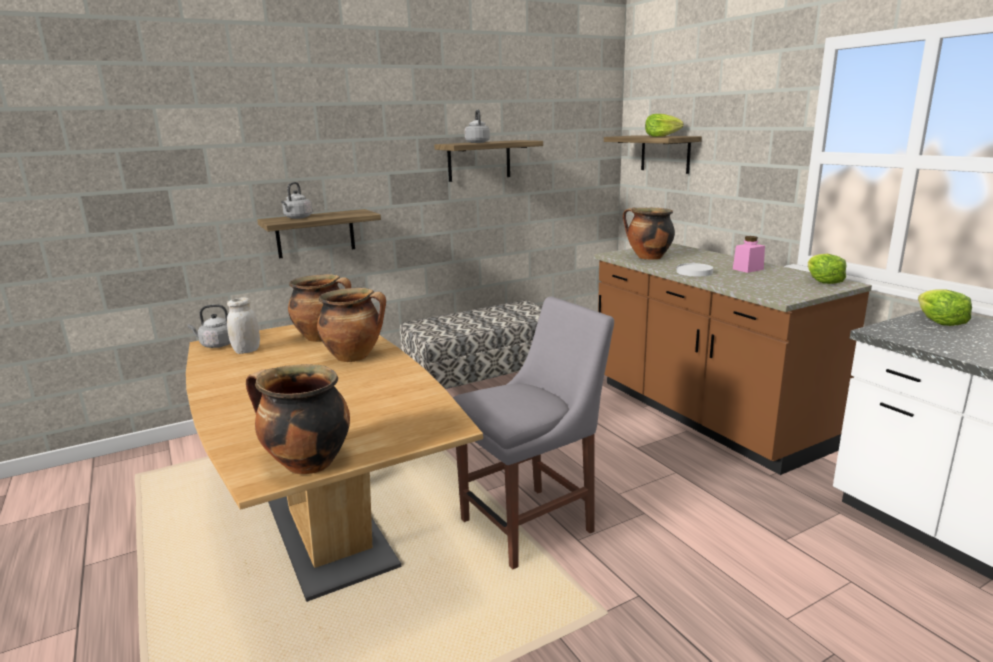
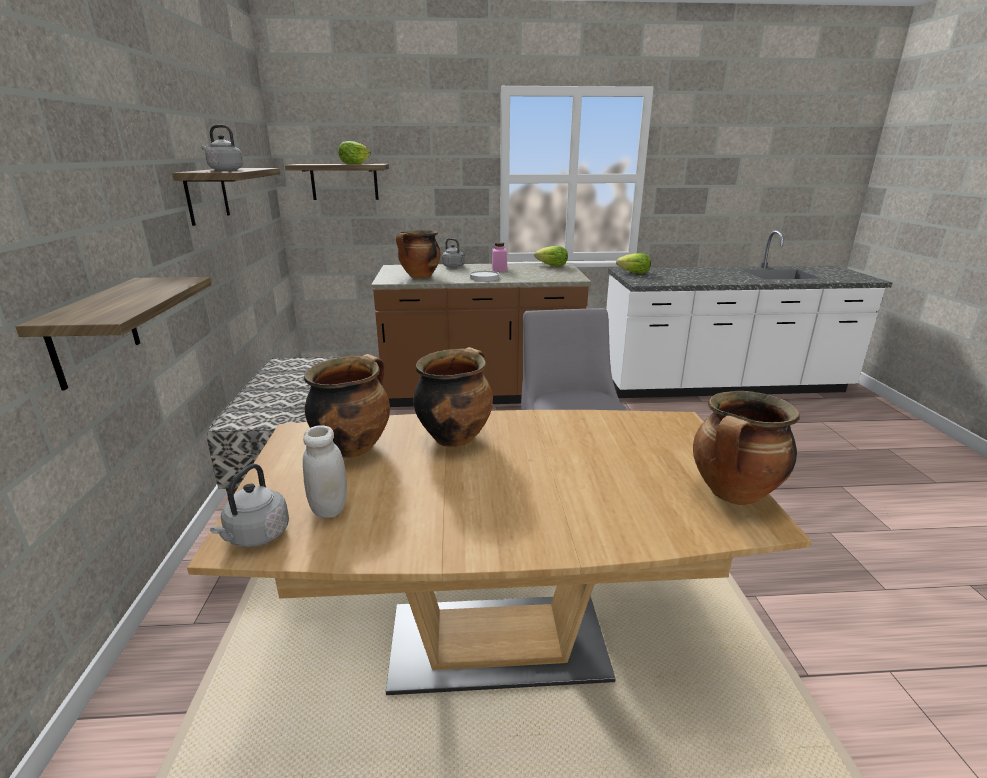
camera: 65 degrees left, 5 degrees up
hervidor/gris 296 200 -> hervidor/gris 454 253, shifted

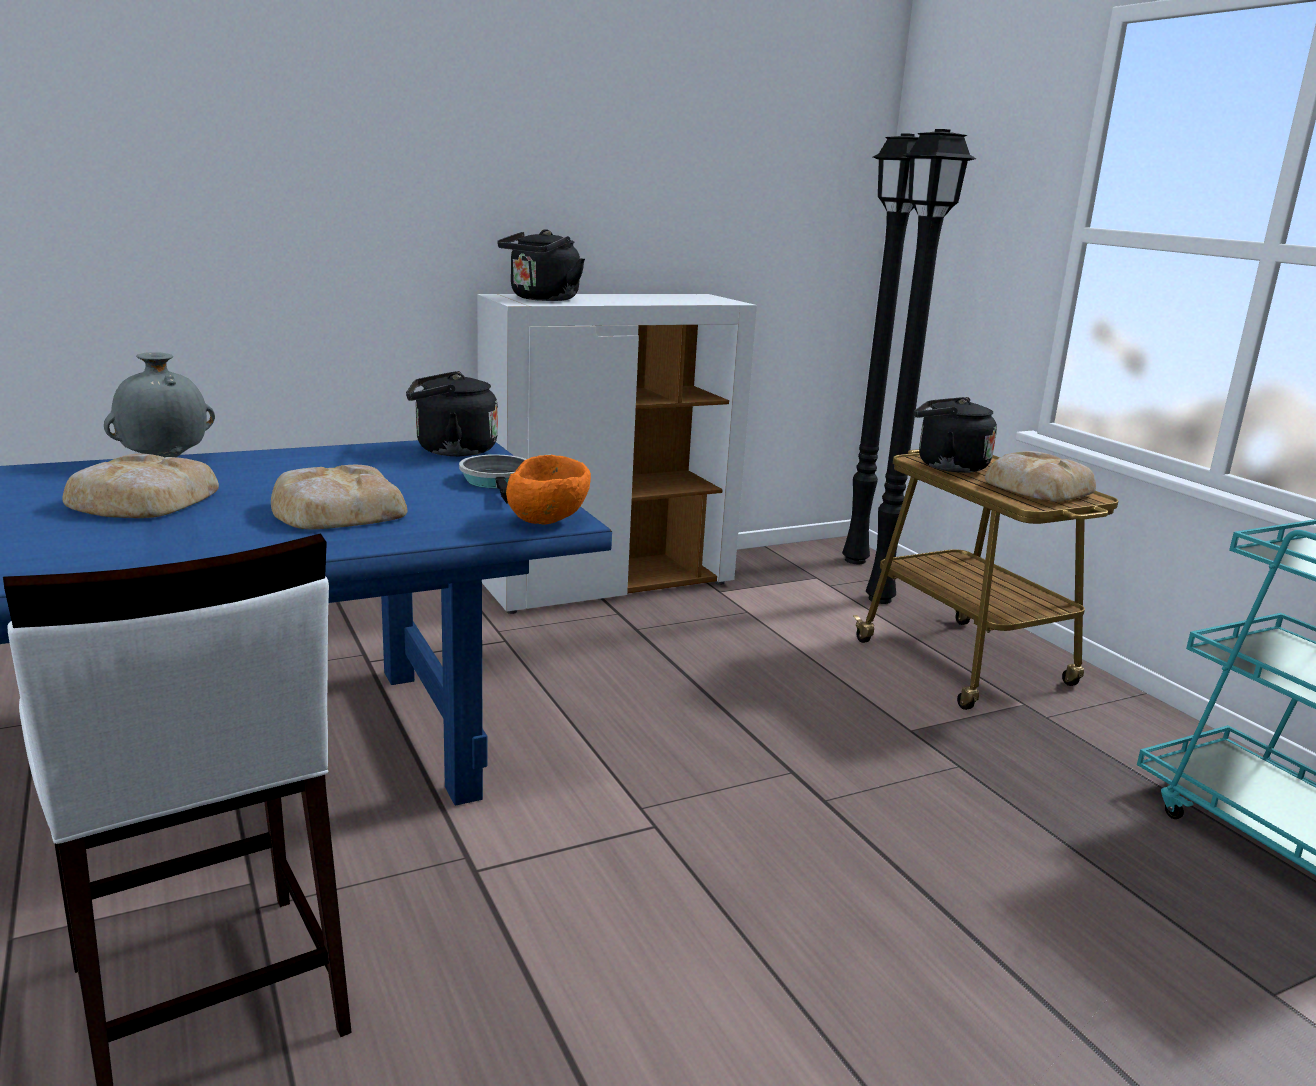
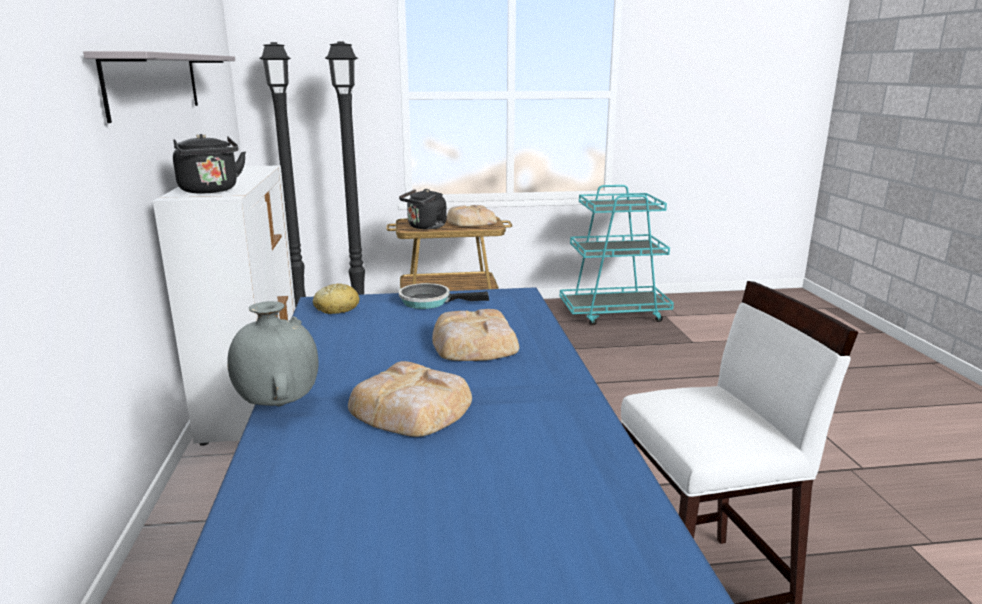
camera: 70 degrees left, 0 degrees up
hervidor/negro 452 413 -> pan 336 298
cuenco/naranja 548 489 -> none
none -> estante/gris 159 87

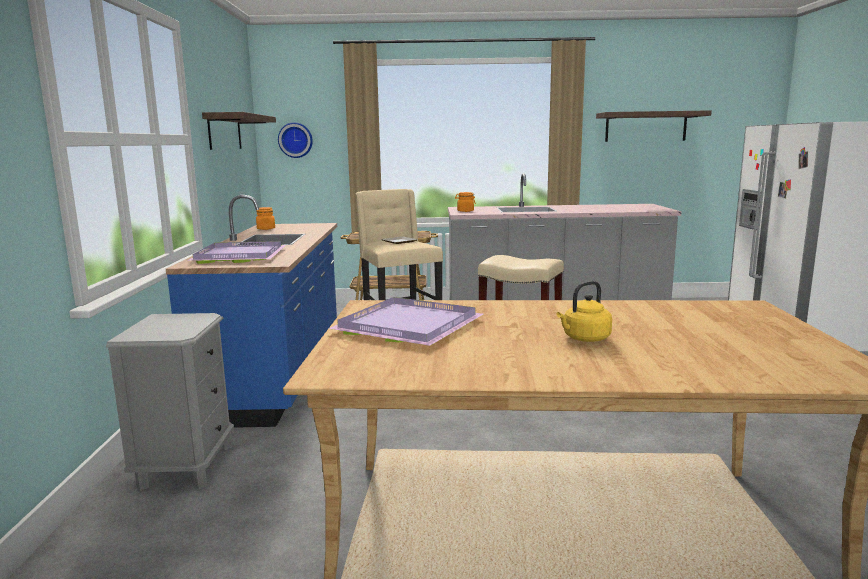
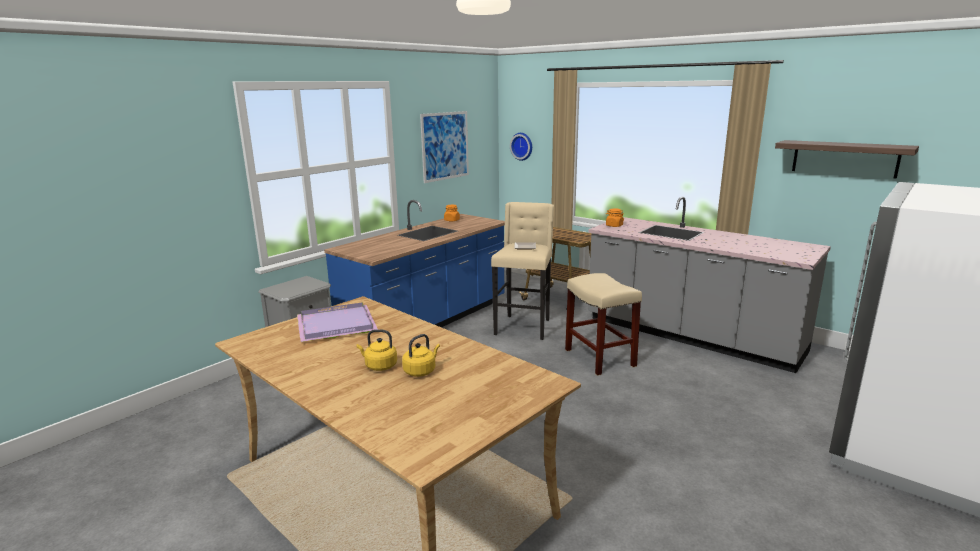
camera: 40 degrees right, 5 degrees up
bandeja/morado 237 252 -> none
estante 239 131 -> cuadro 444 147
none -> hervidor/amarillo 421 355

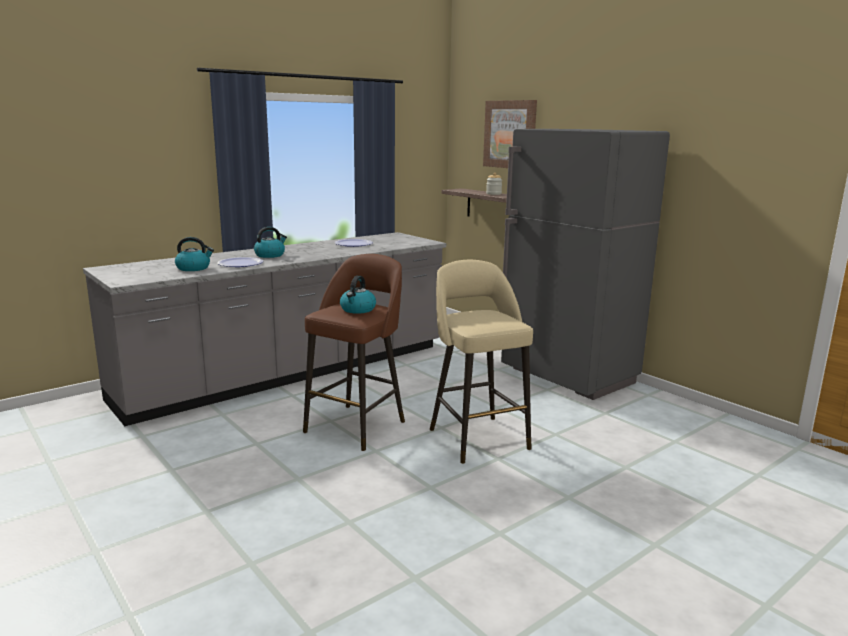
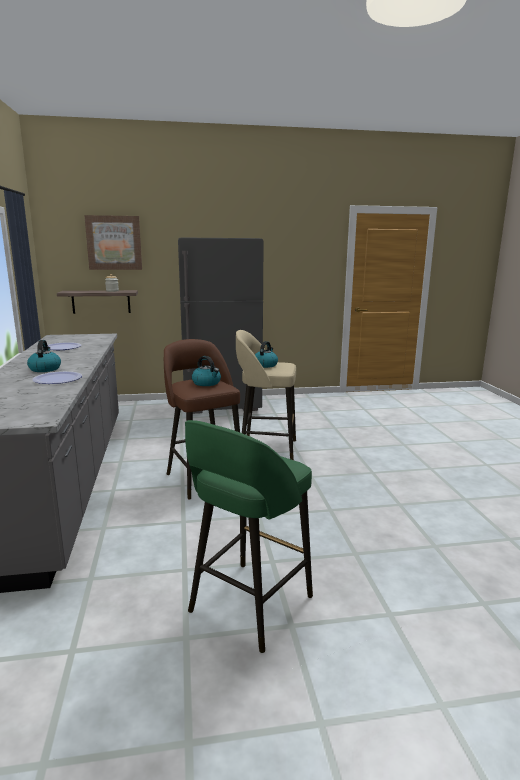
camera: 60 degrees left, 0 degrees up
hervidor 194 254 -> hervidor 266 354, shifted
none -> taburete/verde 249 536

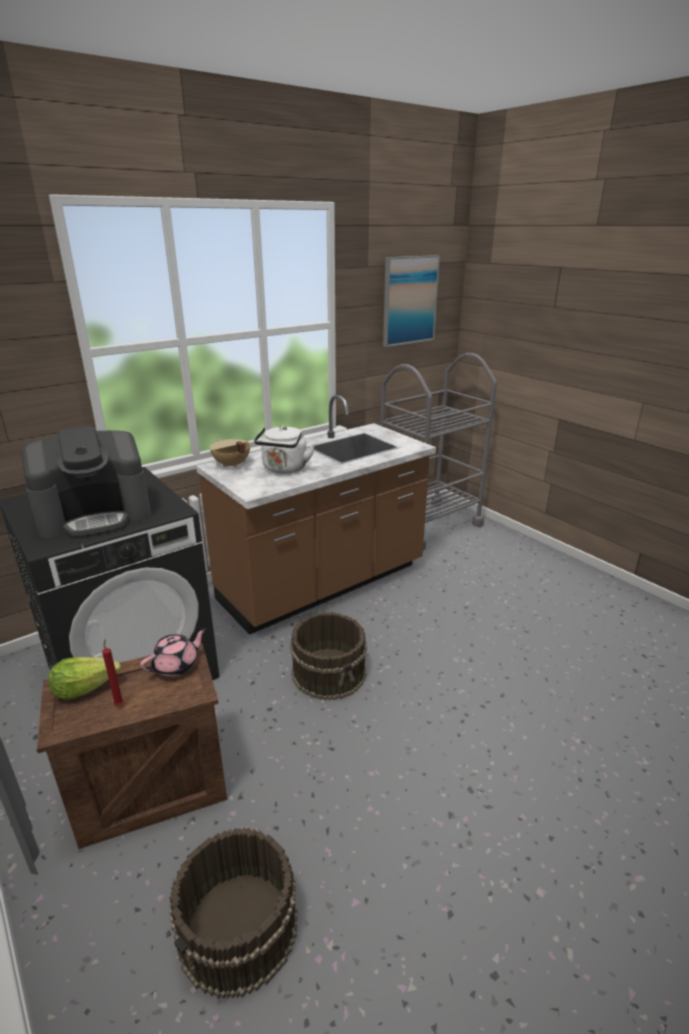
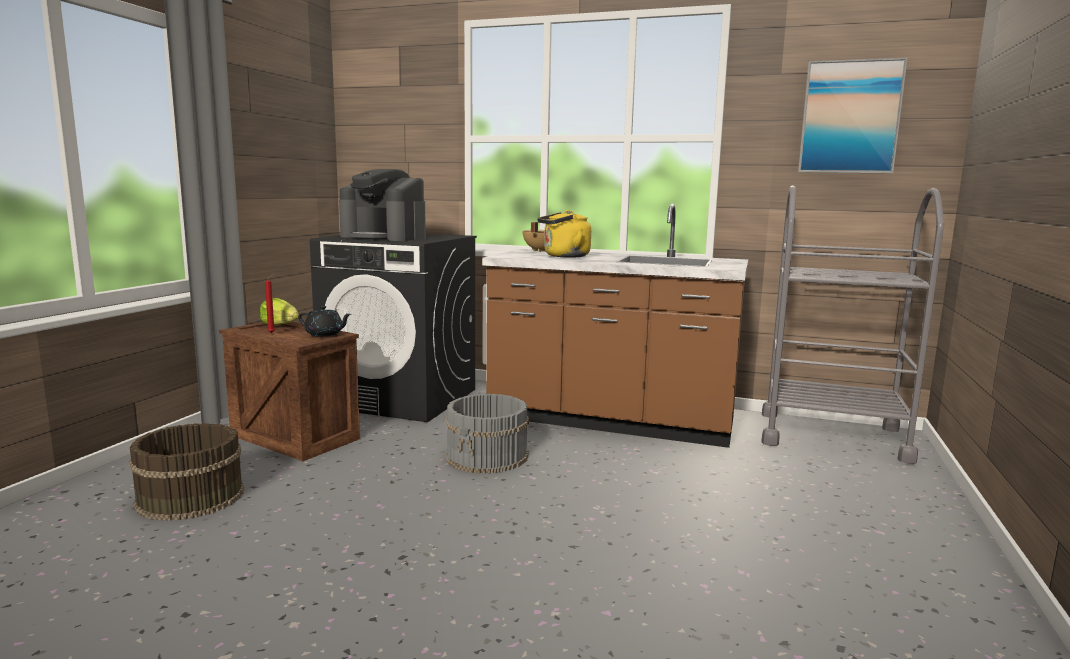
camera: 55 degrees right, 15 degrees down
tetera/rosa 173 652 -> tetera/negro 324 321
hervidor/blanco 284 450 -> hervidor/amarillo 564 234
cubo/marrón 328 656 -> cubo/gris 487 434

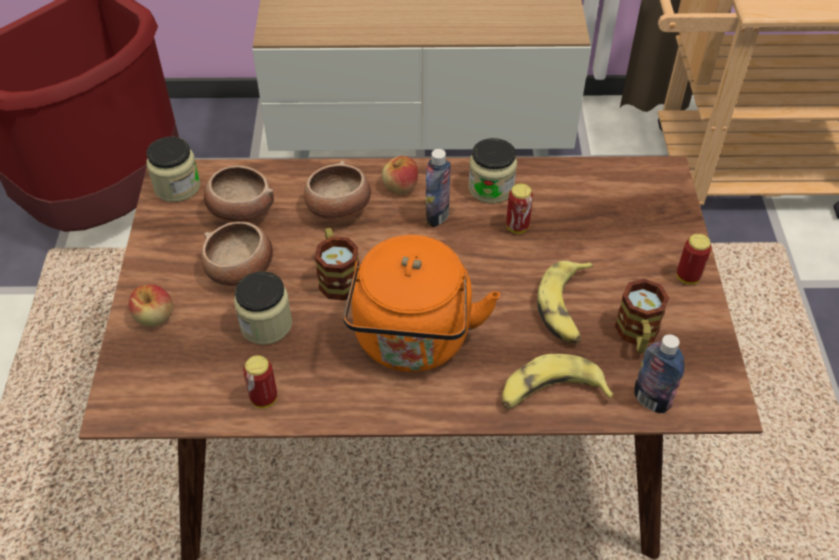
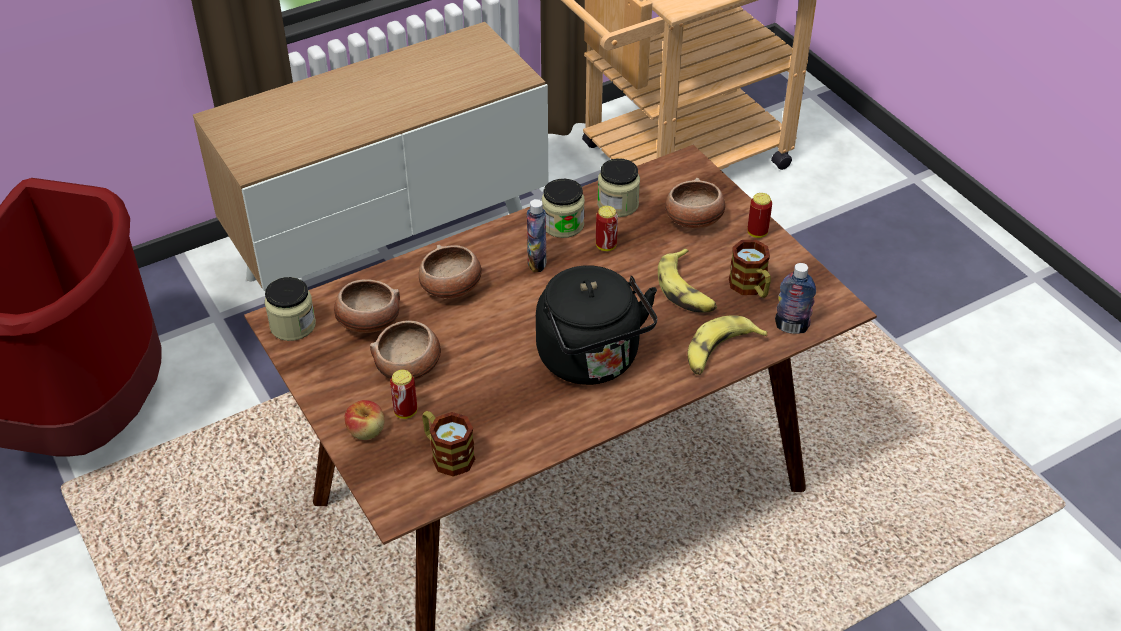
camera: 30 degrees left, 5 degrees down
tarro 263 307 -> tarro 618 187, shifted
lata 260 381 -> lata 403 394, shifted
taza grande 337 264 -> taza grande 448 444, shifted
hervidor/naranja 421 303 -> hervidor/negro 596 325
manzana 400 175 -> none
none -> cuenco 695 203

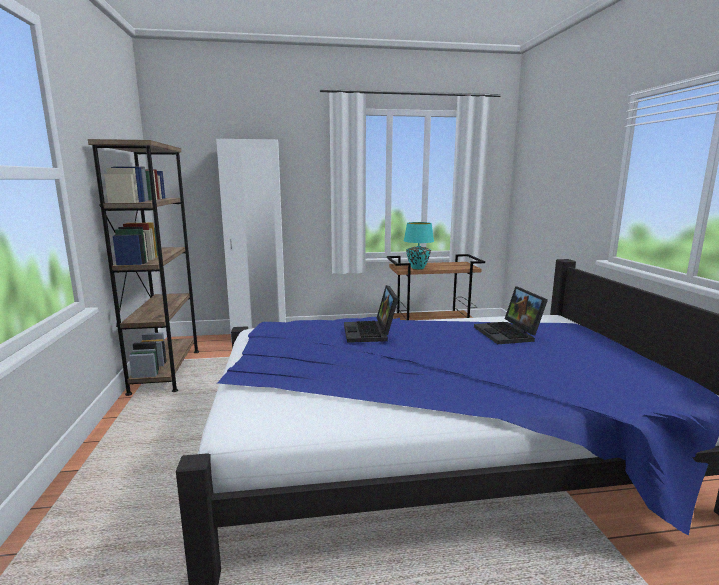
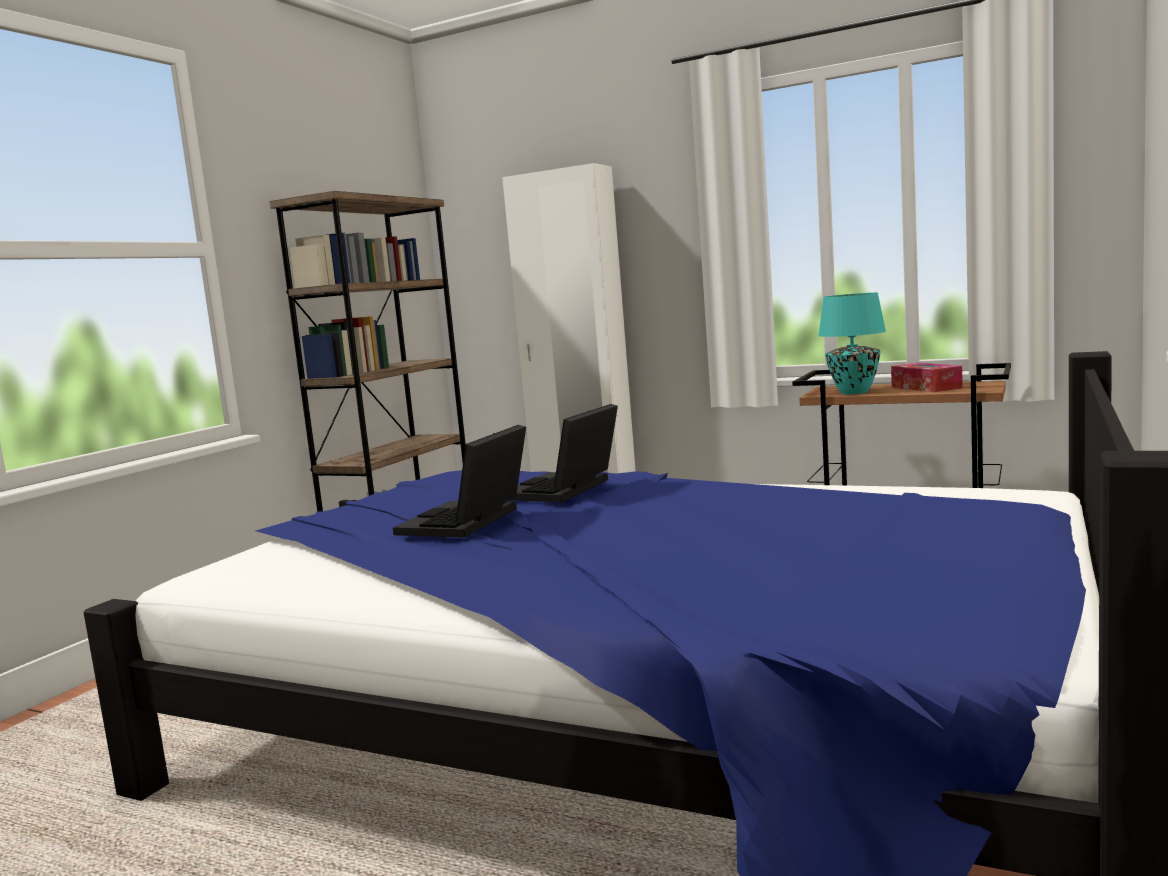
camera: 35 degrees right, 5 degrees down
portátil 511 315 -> portátil 459 481, shifted
none -> caja de pañuelos 927 377

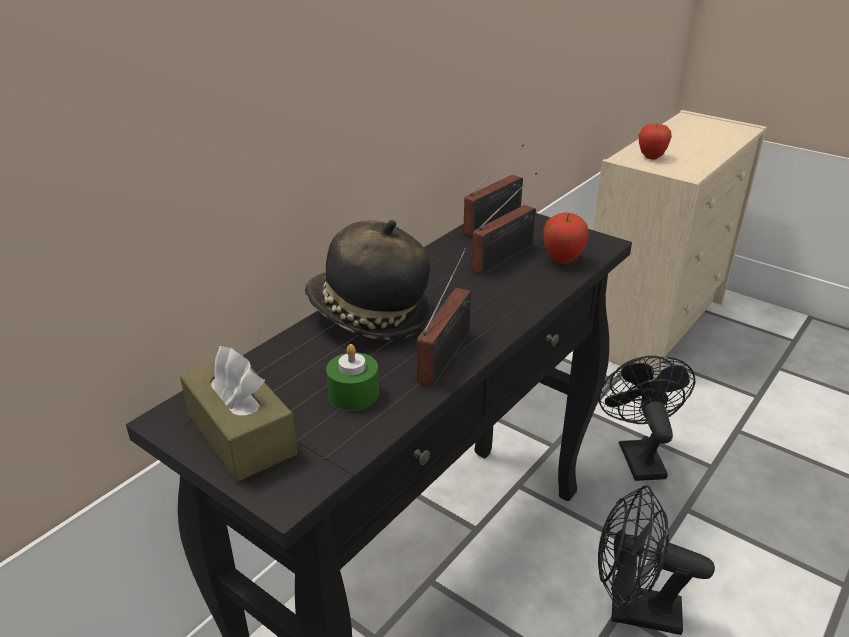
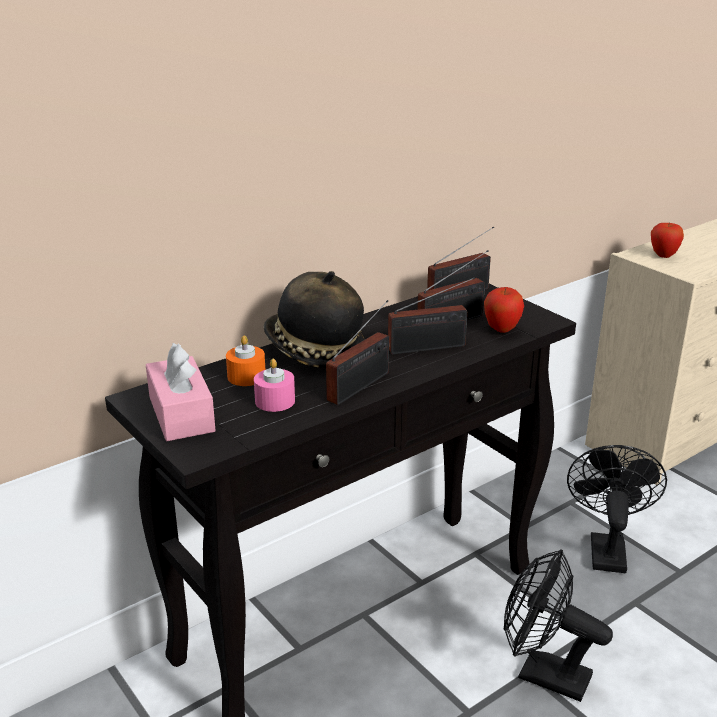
camera: 15 degrees right, 5 degrees down
caja de pañuelos/marrón 238 414 -> caja de pañuelos/rosa 181 392
vela/verde 352 377 -> vela/rosa 274 385
none -> vela/naranja 245 360
none -> radio 431 315

